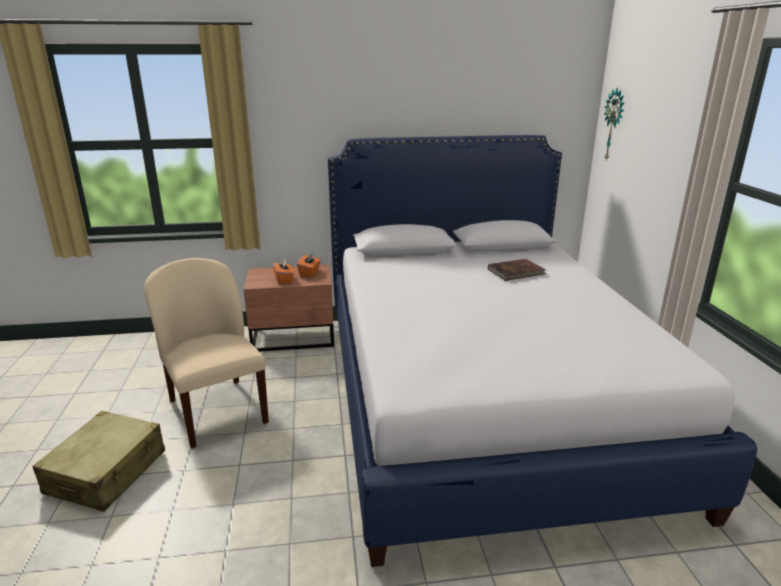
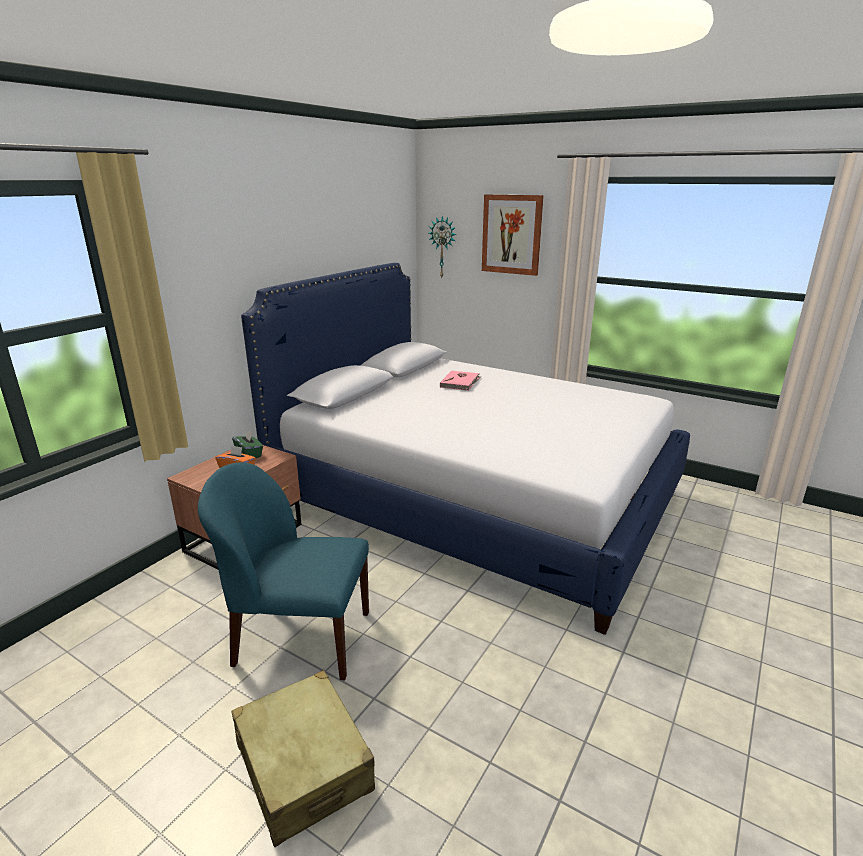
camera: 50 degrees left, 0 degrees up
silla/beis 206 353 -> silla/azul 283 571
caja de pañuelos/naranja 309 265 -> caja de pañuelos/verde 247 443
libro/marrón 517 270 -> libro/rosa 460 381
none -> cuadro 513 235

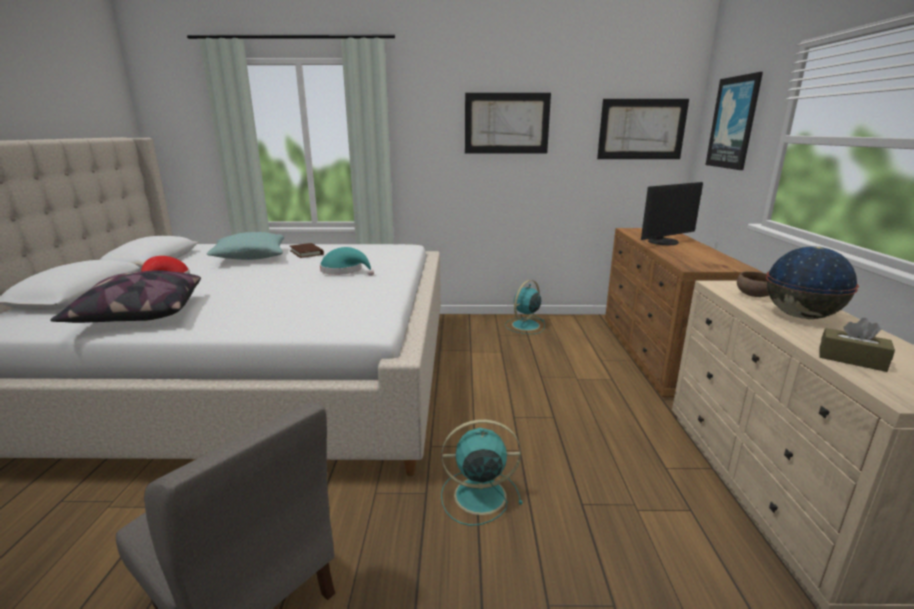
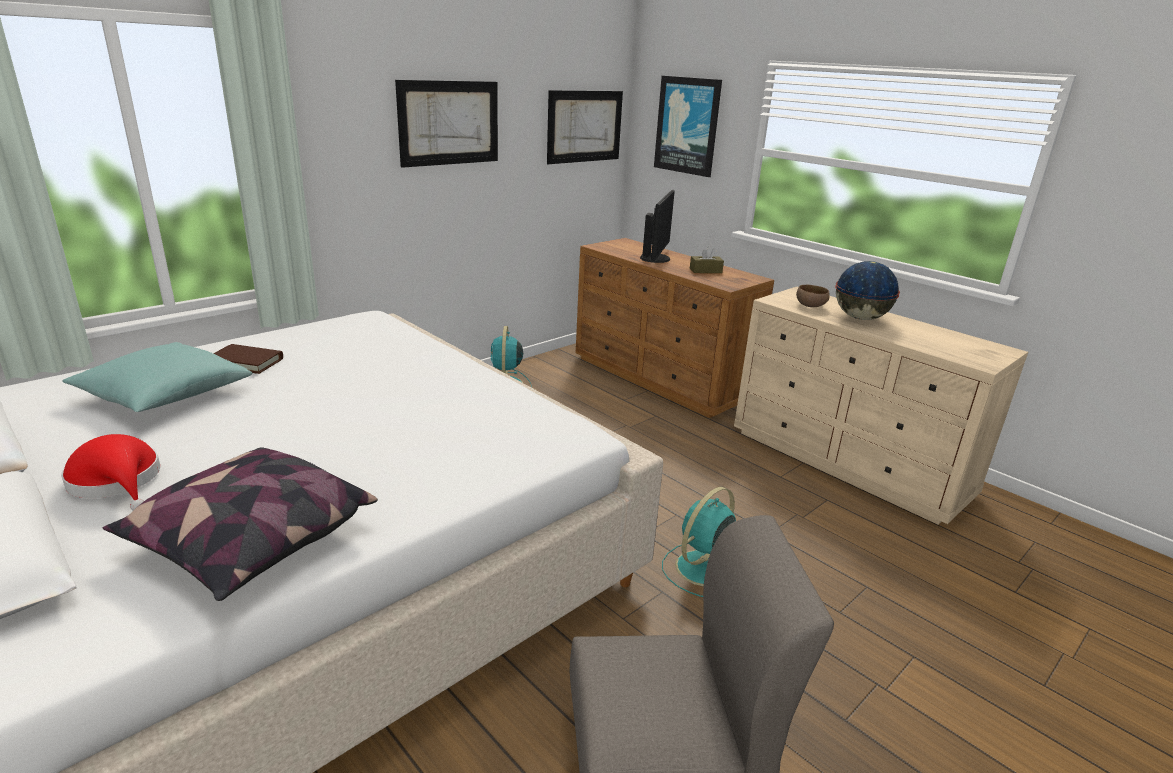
camera: 45 degrees left, 5 degrees up
sombrero/turquesa 347 261 -> none
caja de pañuelos/marrón 857 345 -> caja de pañuelos/marrón 707 259, shifted

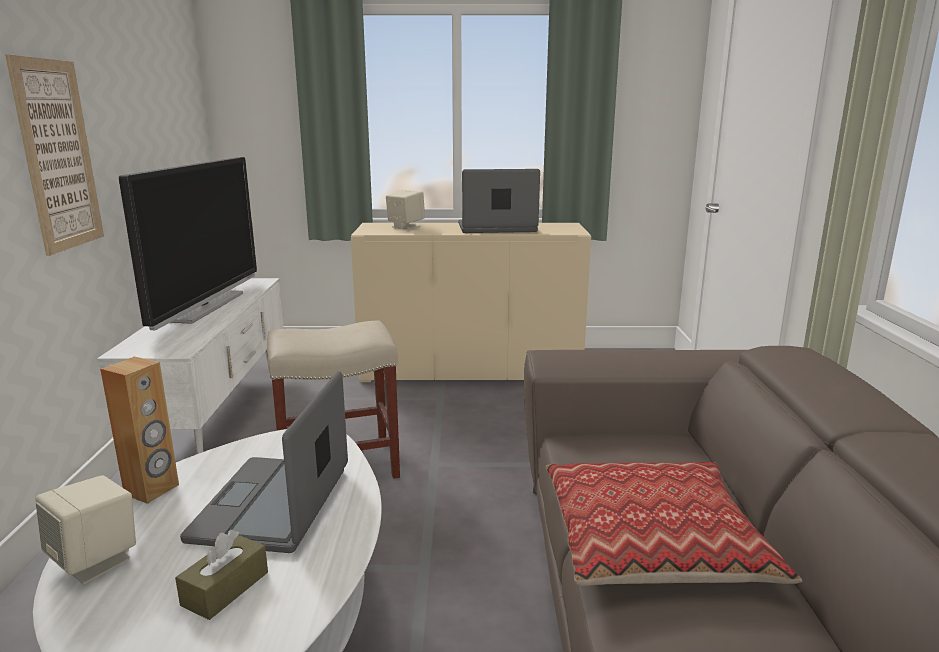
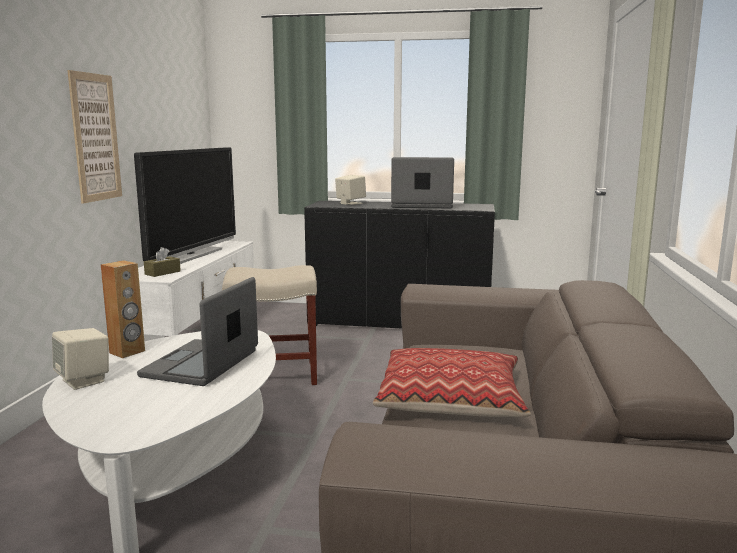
camera: 10 degrees right, 5 degrees down
caja de pañuelos/marrón 221 575 -> caja de pañuelos/marrón 162 262, shifted
armario/beis 471 302 -> armario/negro 399 264

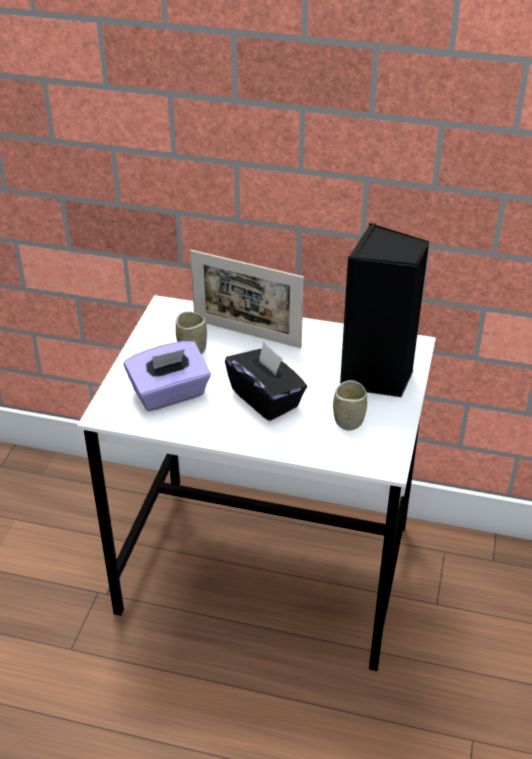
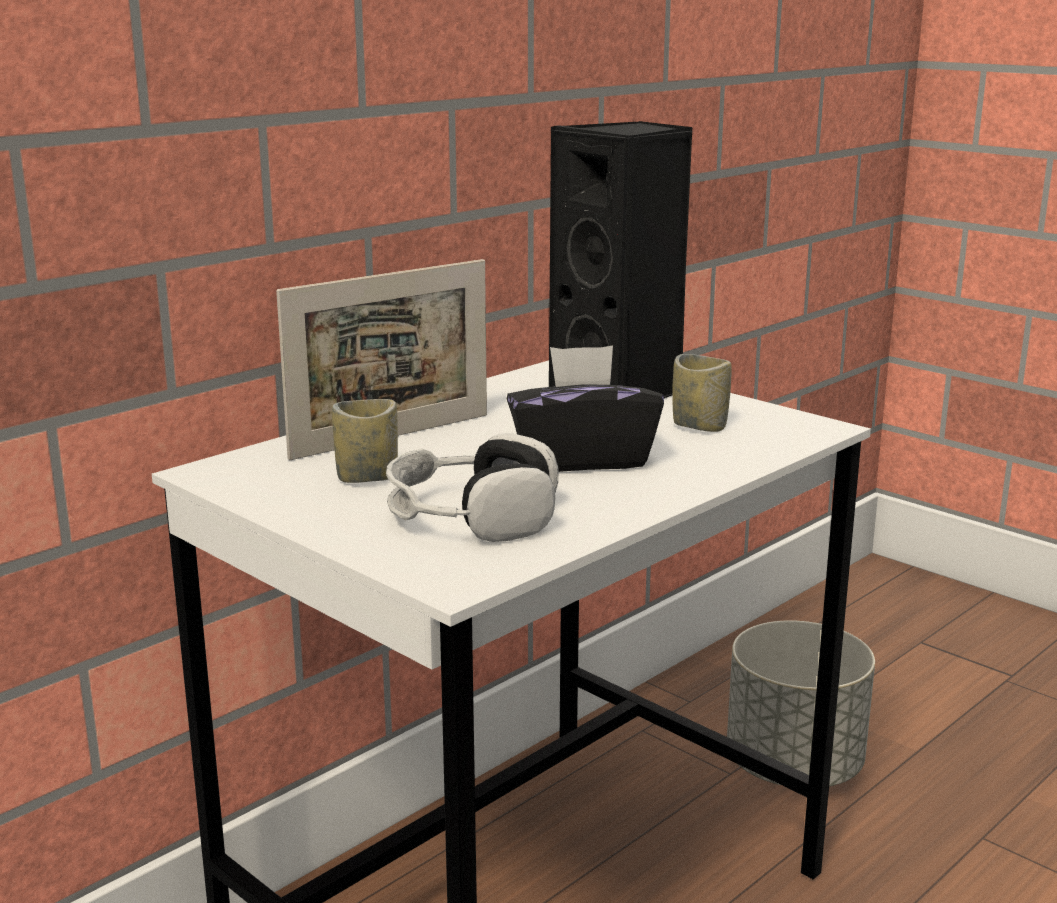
camera: 60 degrees left, 20 degrees down
caja de pañuelos/morado 167 376 -> auriculares 472 487
none -> maceta/gris 801 703

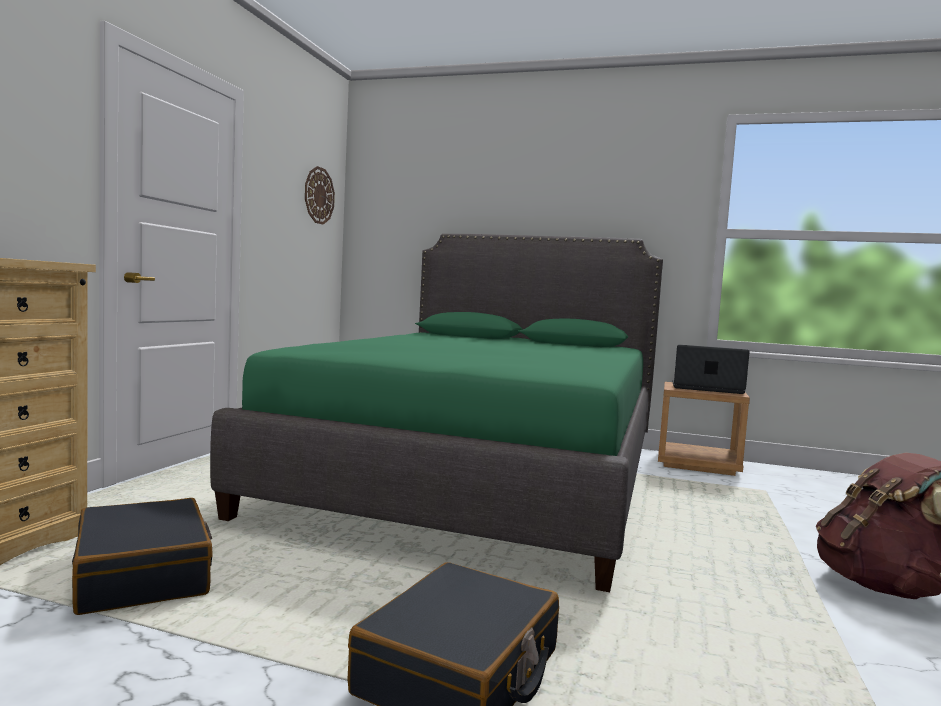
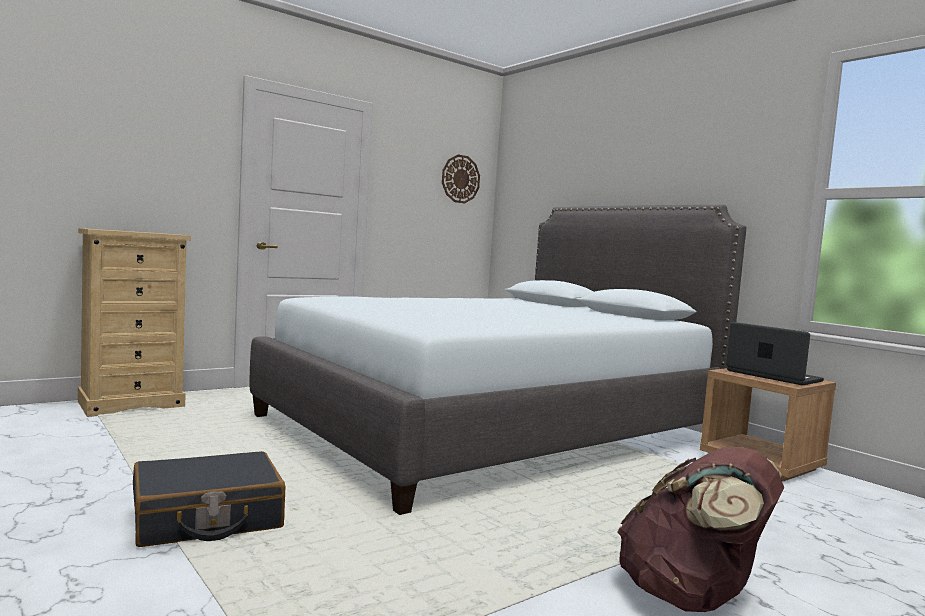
camera: 35 degrees right, 0 degrees up
maleta/negro 142 556 -> none
cama/verde 436 413 -> cama/blanco 498 360

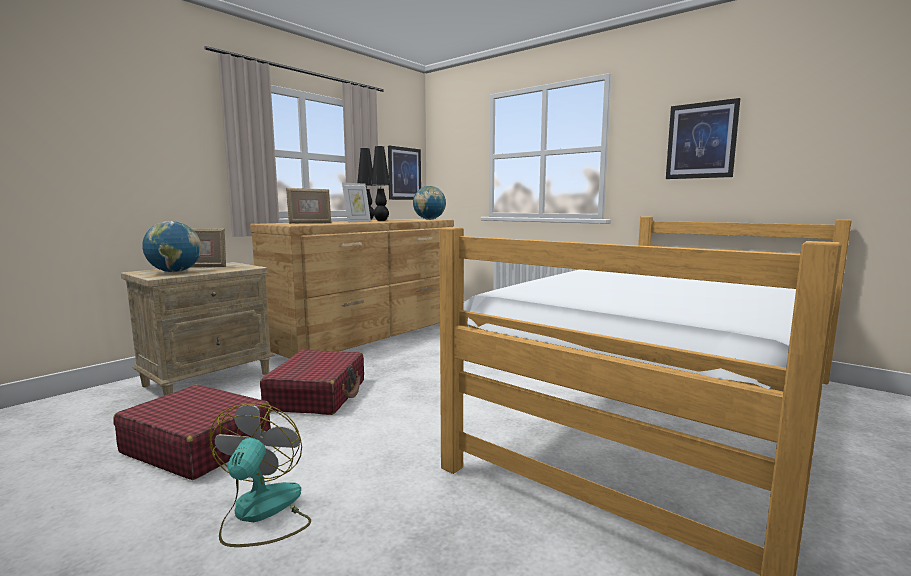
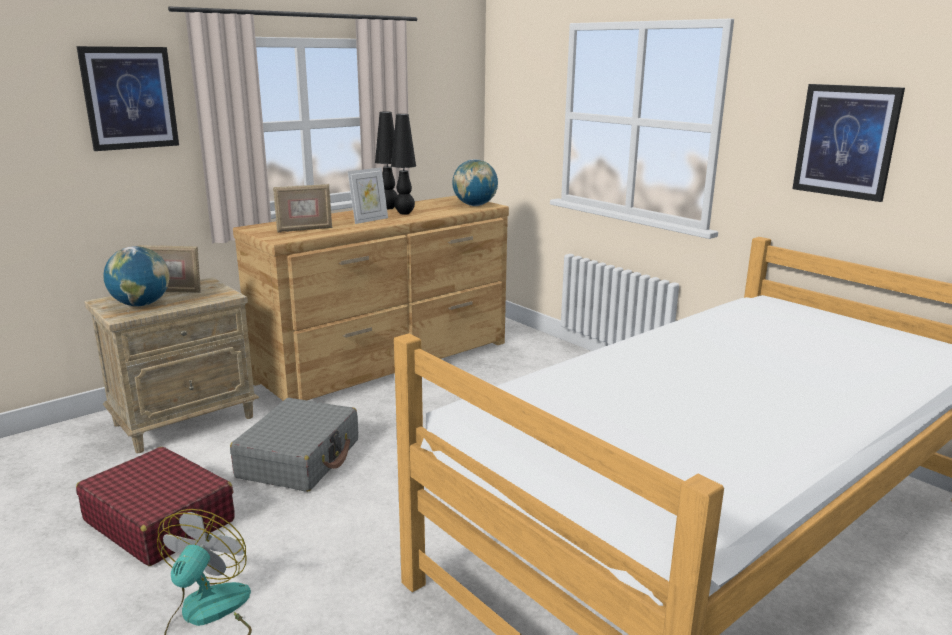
camera: 10 degrees right, 10 degrees up
maleta/rojo 312 382 -> maleta/gris 294 445
cuadro 404 172 -> cuadro 127 98, shifted

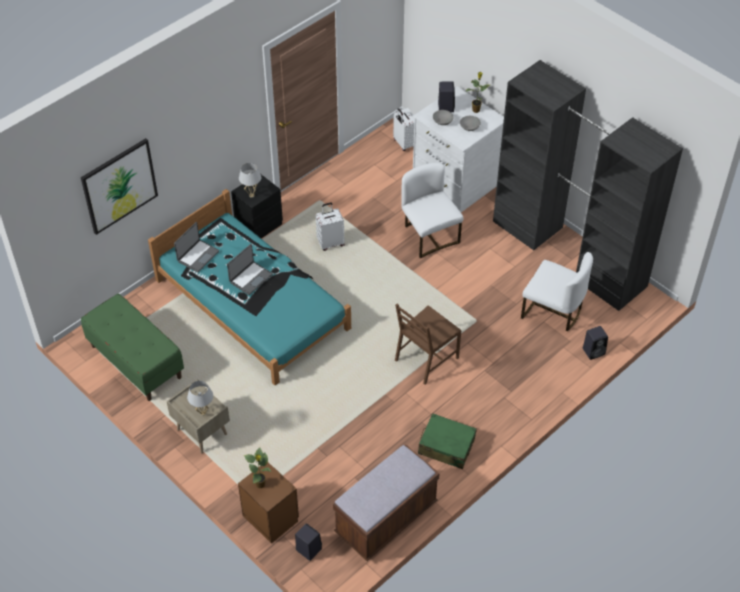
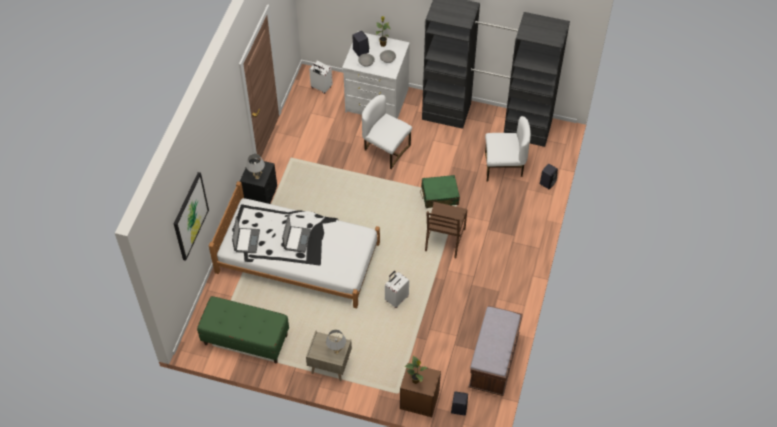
camera: 30 degrees left, 5 degrees up
cama/turquesa 249 287 -> cama/blanco 294 244
maleta/blanco 330 227 -> maleta/blanco 397 289, shifted
maleta/verde 447 441 -> maleta/verde 440 191, shifted

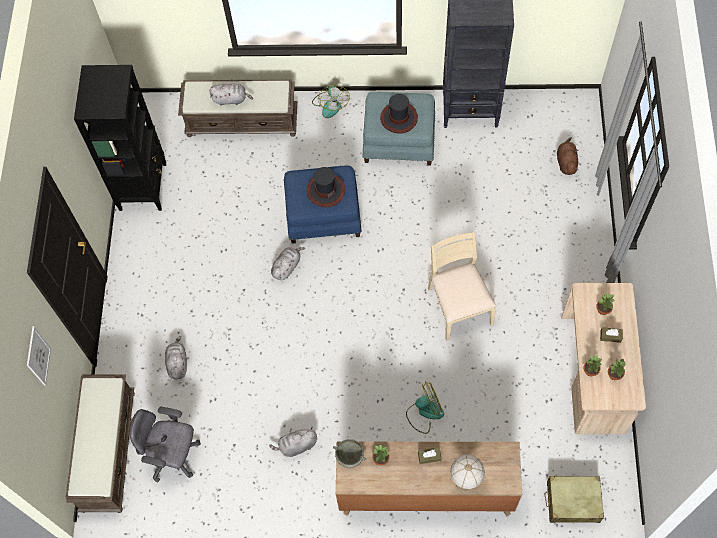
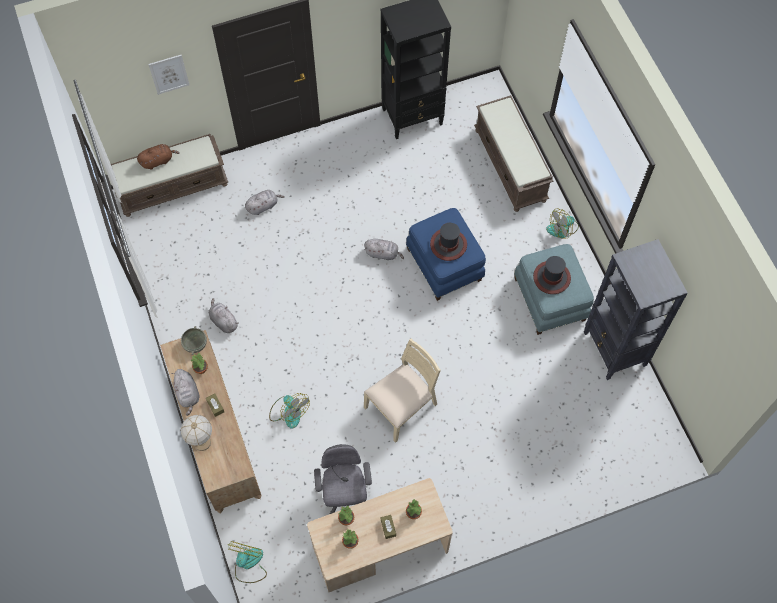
camera: 65 degrees right, 0 degrees up
silla de oficina/gris 165 444 -> silla de oficina/gris 343 479, shifted
peluche/gris 231 95 -> peluche/gris 186 392, shifted
maleta/beis 574 499 -> ventilador 247 562
peluche/marrón 568 156 -> peluche/marrón 158 157, shifted

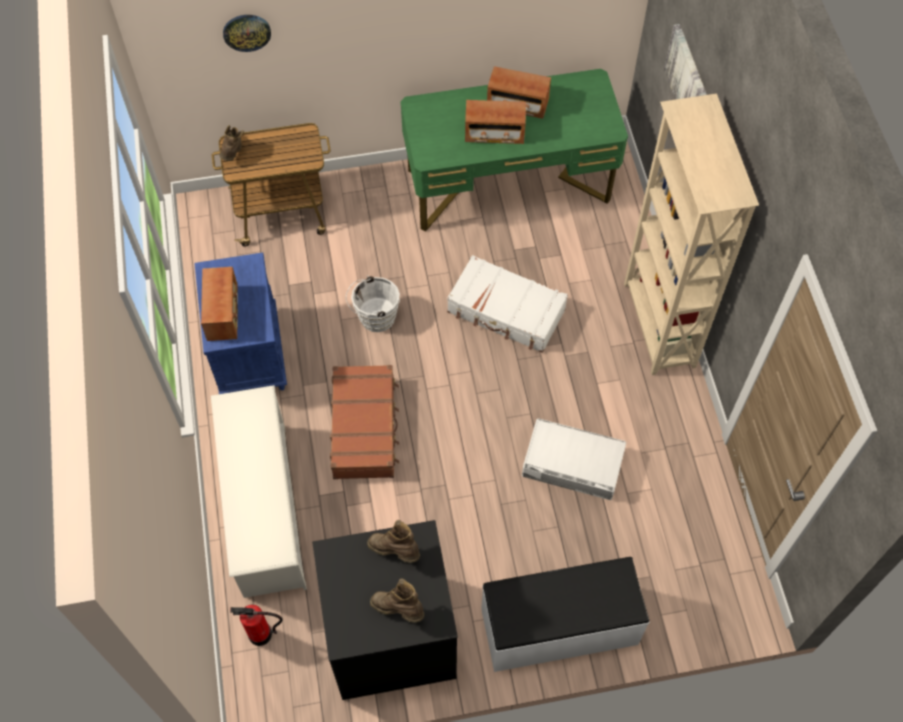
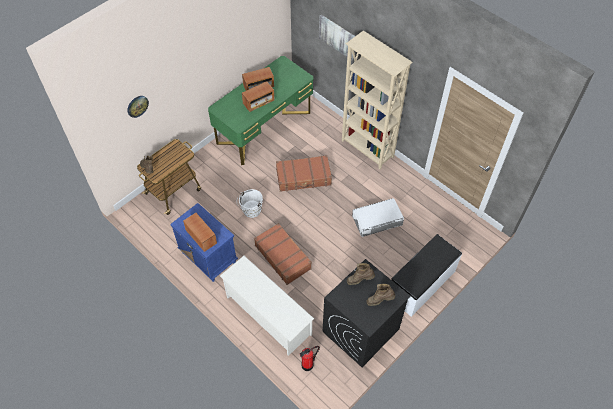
camera: 35 degrees left, 5 degrees down
maleta/blanco 507 304 -> maleta/marrón 304 173

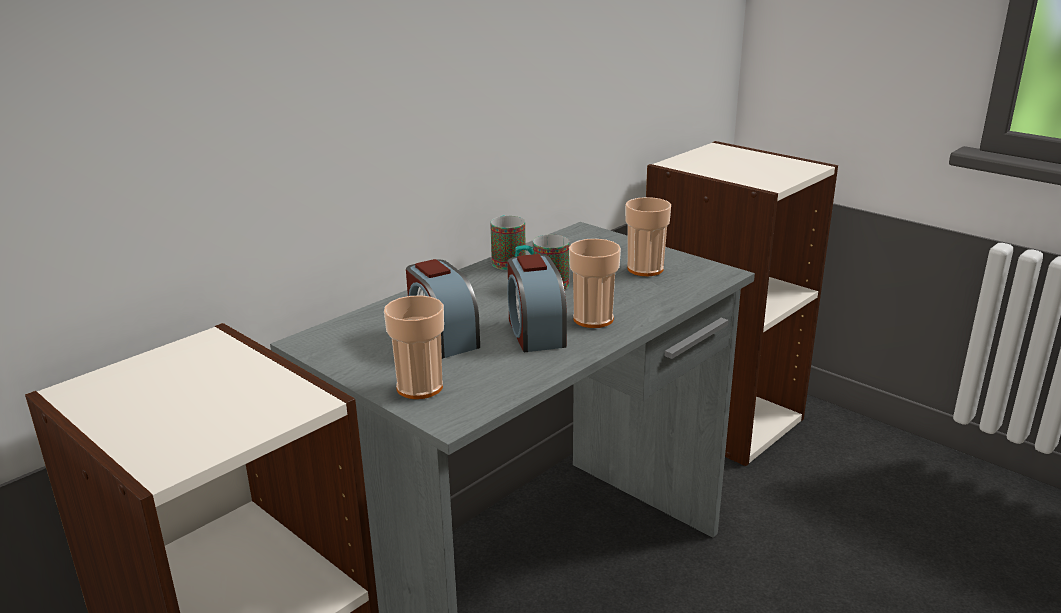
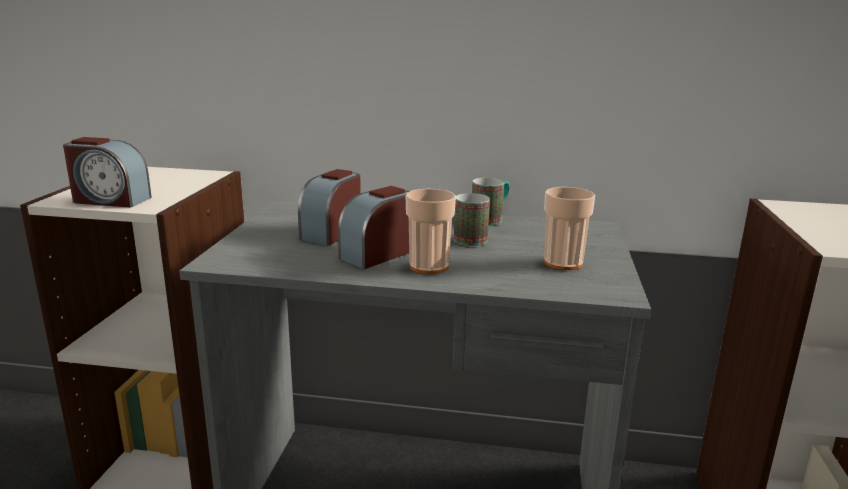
camera: 55 degrees right, 5 degrees down
taza 414 347 -> none
none -> despertador 107 172

